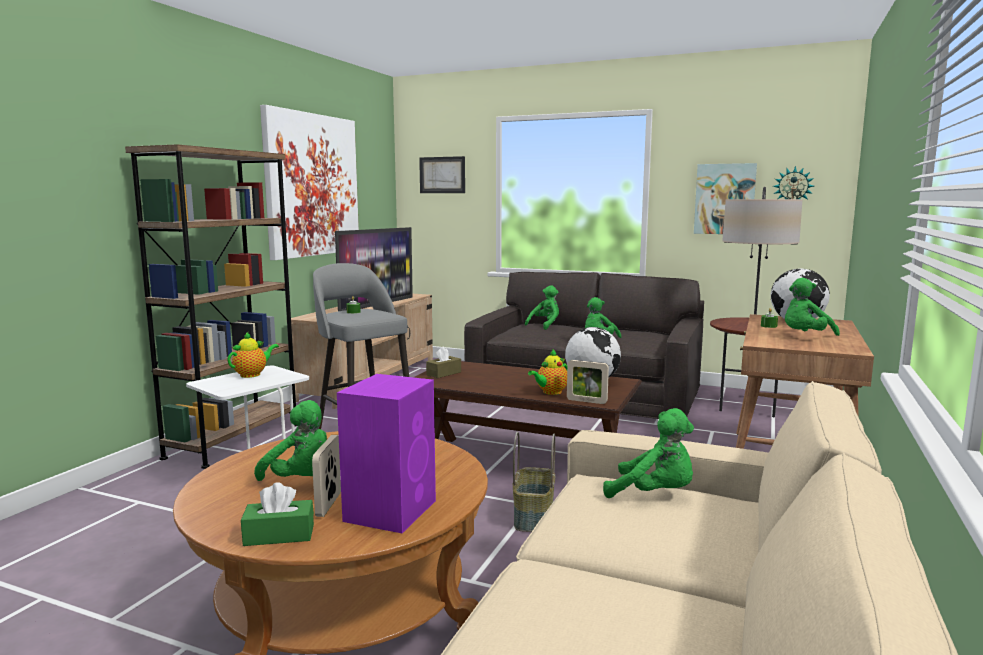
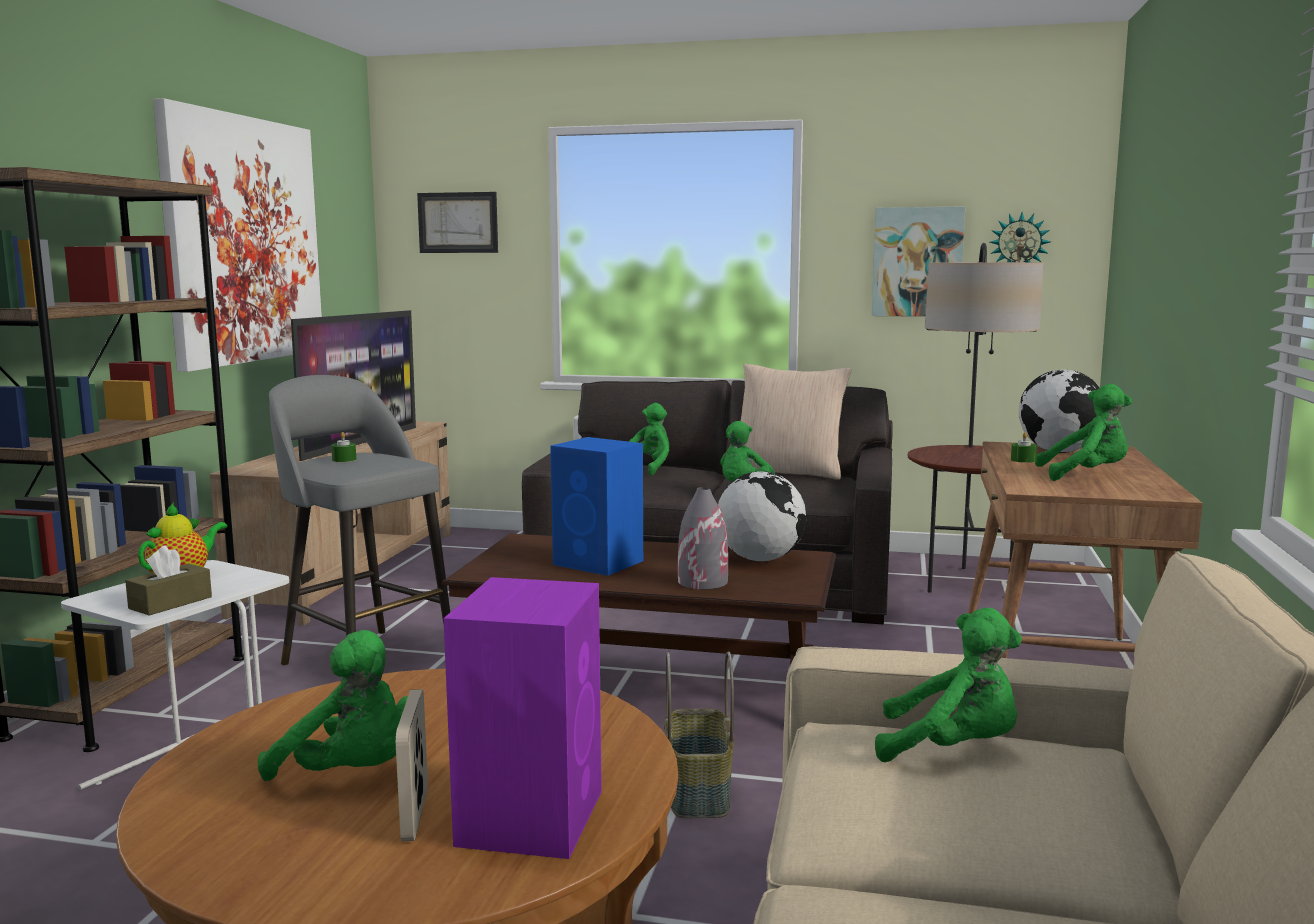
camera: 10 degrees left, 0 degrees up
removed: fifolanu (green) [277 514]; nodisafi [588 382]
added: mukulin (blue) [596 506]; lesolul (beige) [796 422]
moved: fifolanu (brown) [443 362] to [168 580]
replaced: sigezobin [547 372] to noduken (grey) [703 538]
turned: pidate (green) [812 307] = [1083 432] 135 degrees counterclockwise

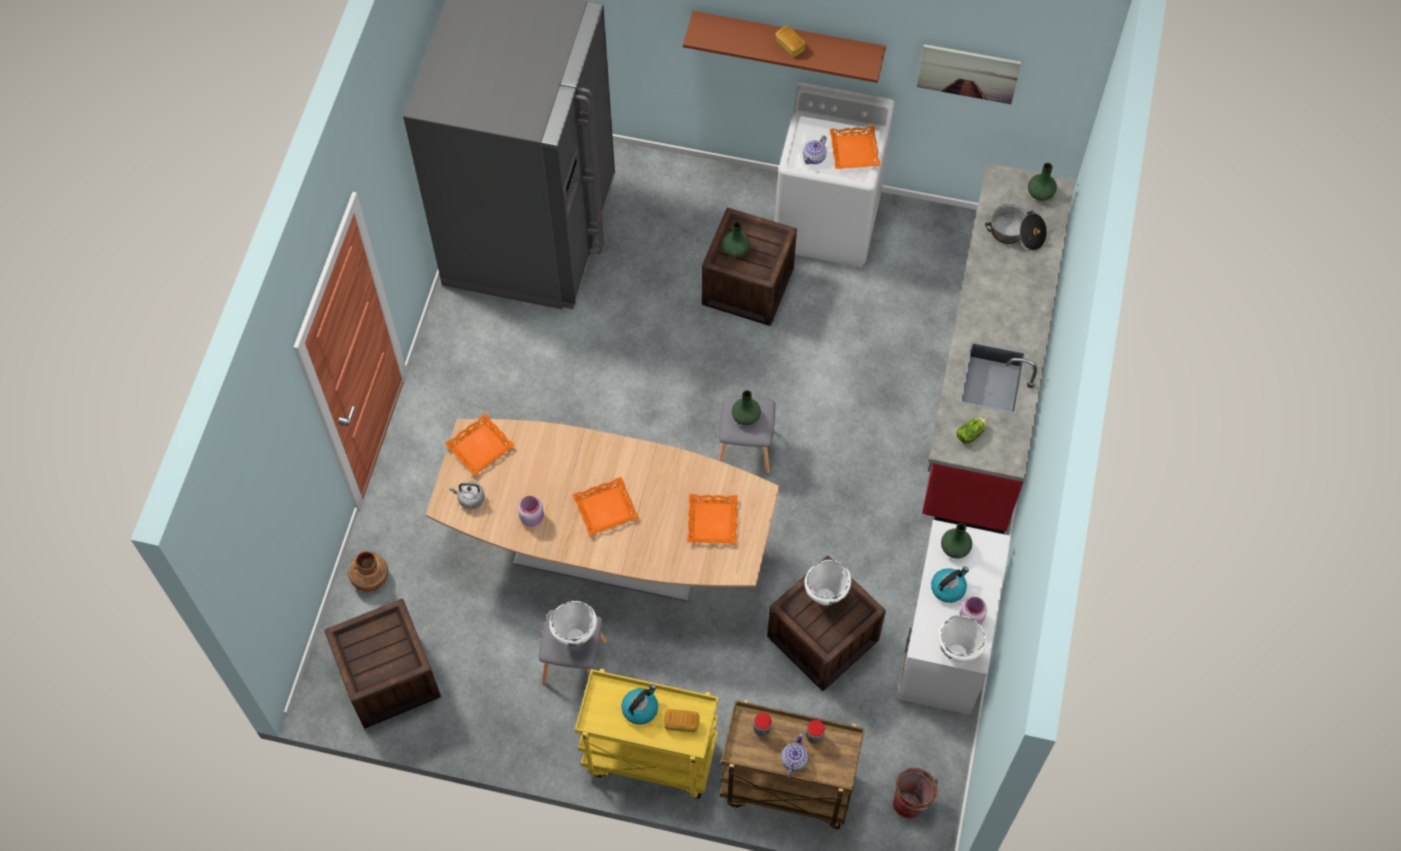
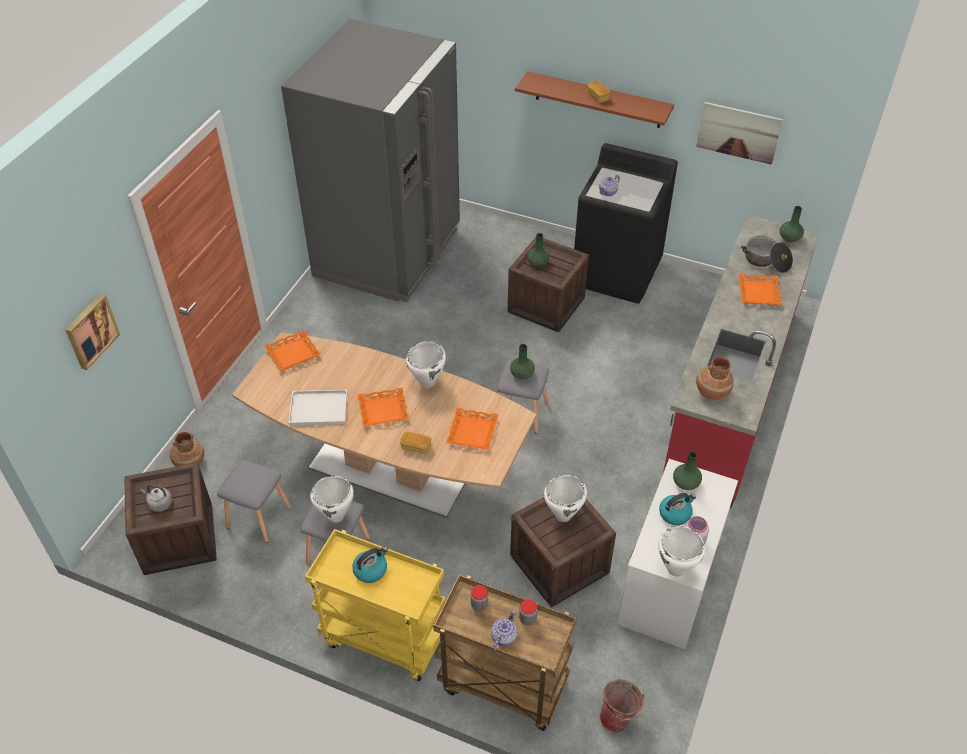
camera: 10 degrees right, 15 degrees down
added: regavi [92 332]; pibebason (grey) [254 501]; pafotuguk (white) [426 364]
moved: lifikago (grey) [467 495] to [156 498]; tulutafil [681 720] to [415 442]; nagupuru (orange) [854 147] to [760 289]
replaced: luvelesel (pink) [531 511] to nagupuru (white) [318 408]; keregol [971 431] to noduken (brown) [715 378]
recoloured: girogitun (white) [835 175] to girogitun (black) [626 223]

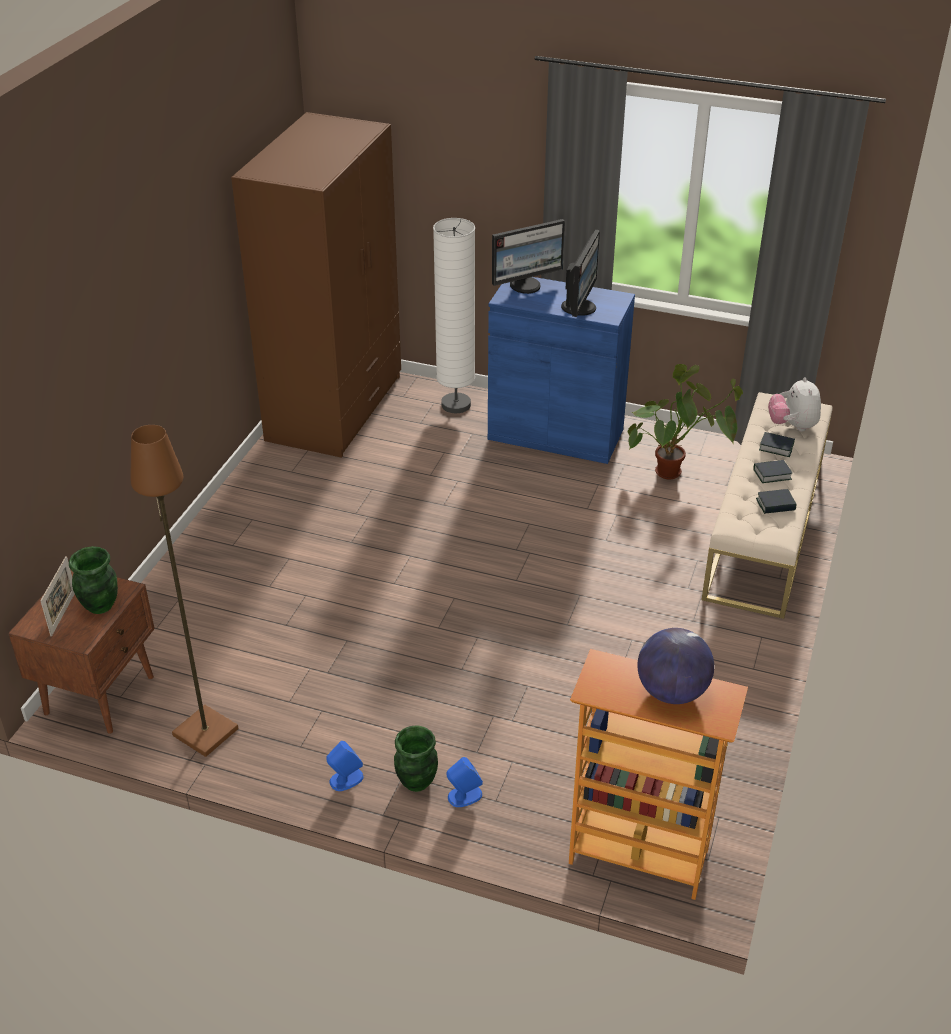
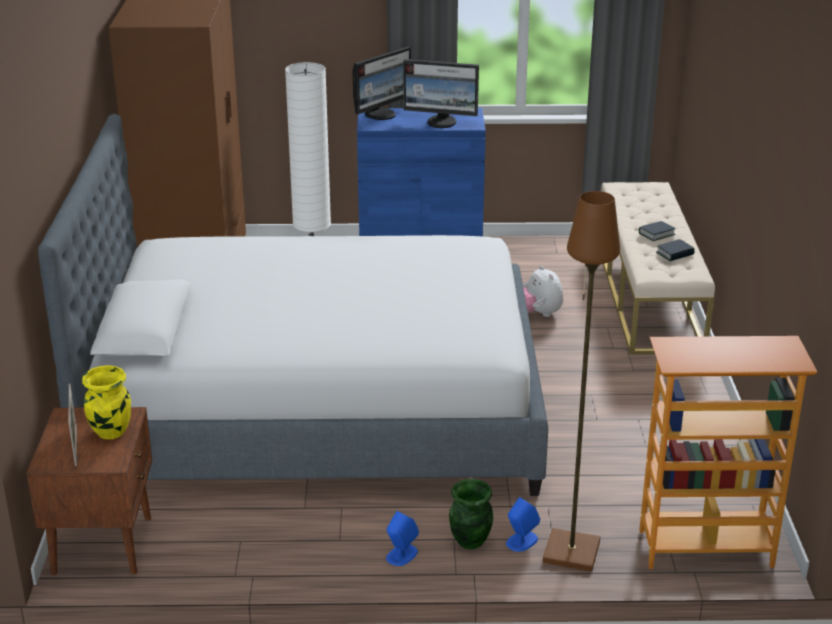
camera: 20 degrees left, 10 degrees down
removed: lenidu [685 421]; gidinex [675 666]; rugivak [777 444]
added: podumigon [293 305]
moved: pidate [794 404] to [543 291]; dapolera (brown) [184 591] to [581 381]
recoloured: noduken (green) [93 580] to noduken (yellow) [106 402]
turned: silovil [580 273] = [441 93] 105 degrees clockwise

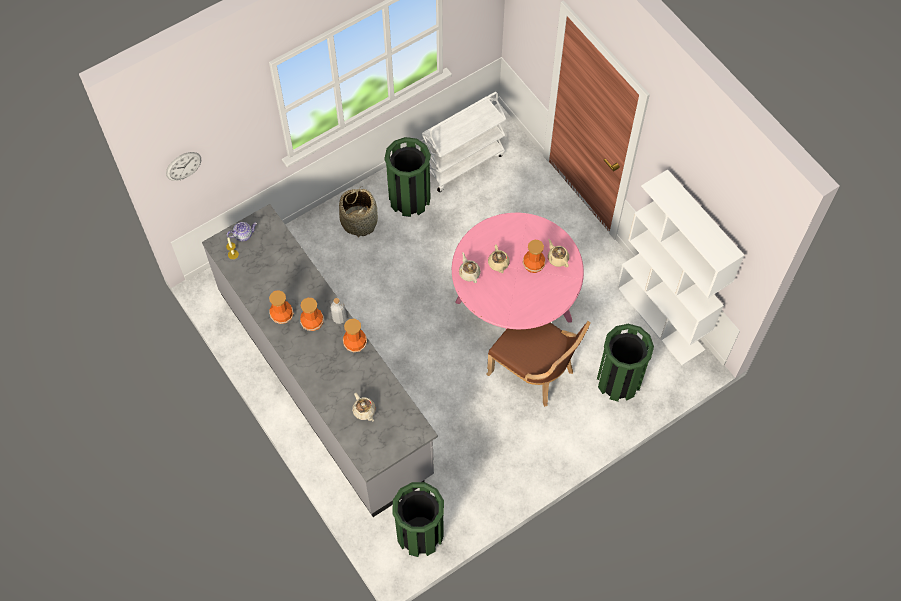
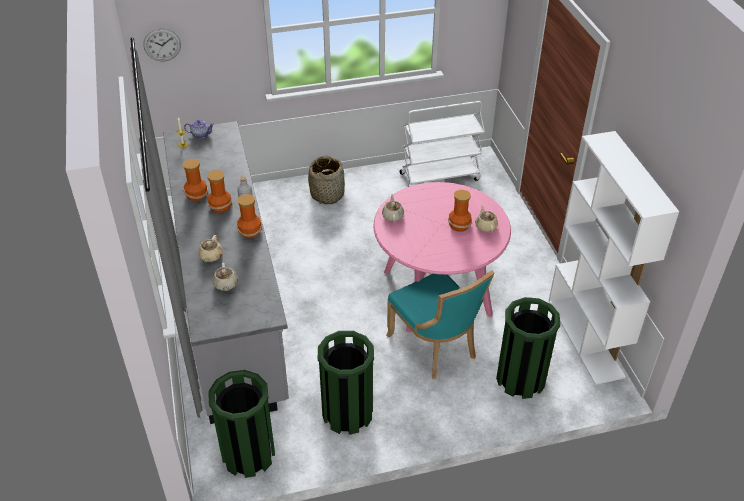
camera: 20 degrees right, 20 degrees down
moved: sigezobin (beige) [499 259] to [210 248]; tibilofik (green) [407 177] to [346 383]
recoloured: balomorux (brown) [538 364] to balomorux (turquoise) [440 324]

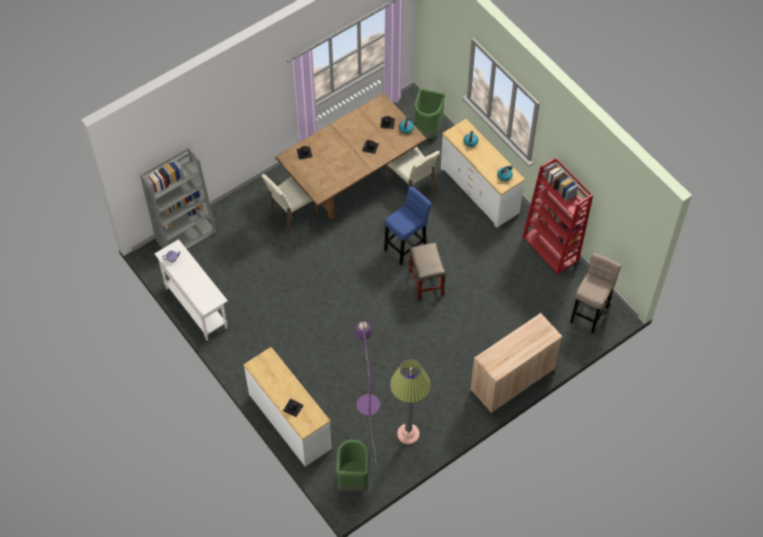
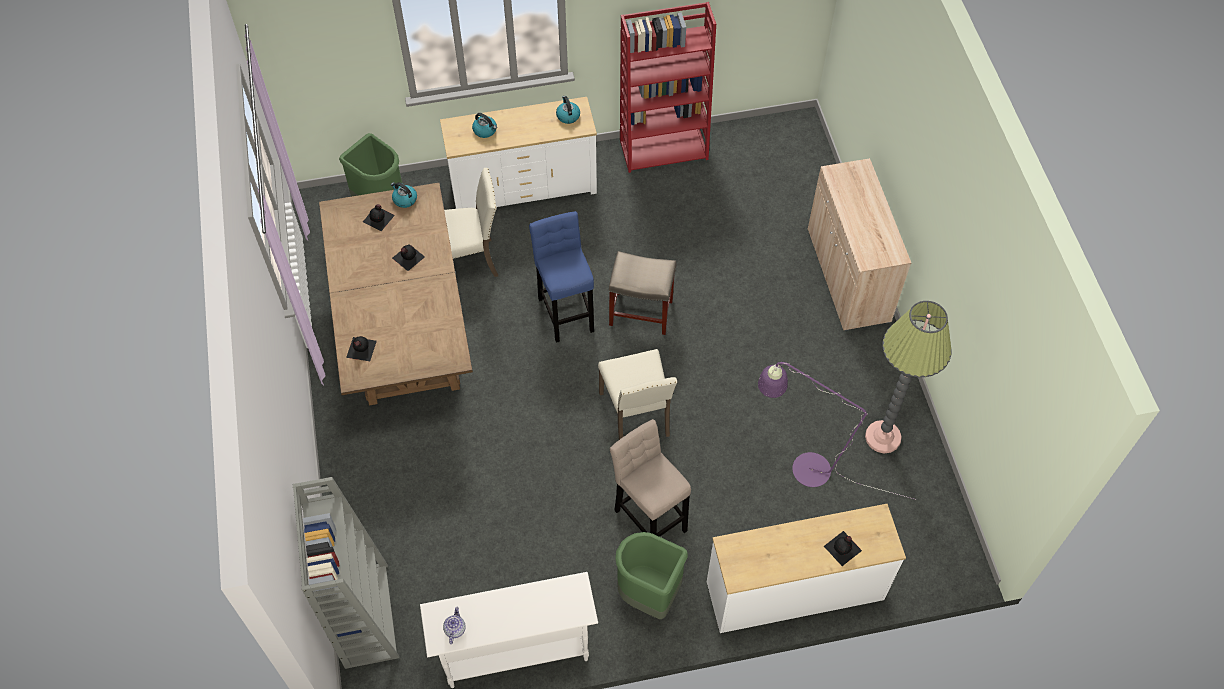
camera: 65 degrees left, 0 degrees up
moved: balomorux (beige) [290 203] to [637 394]; pibebason (beige) [595 293] to [650 478]; tibilofik (green) [352 465] to [651 575]

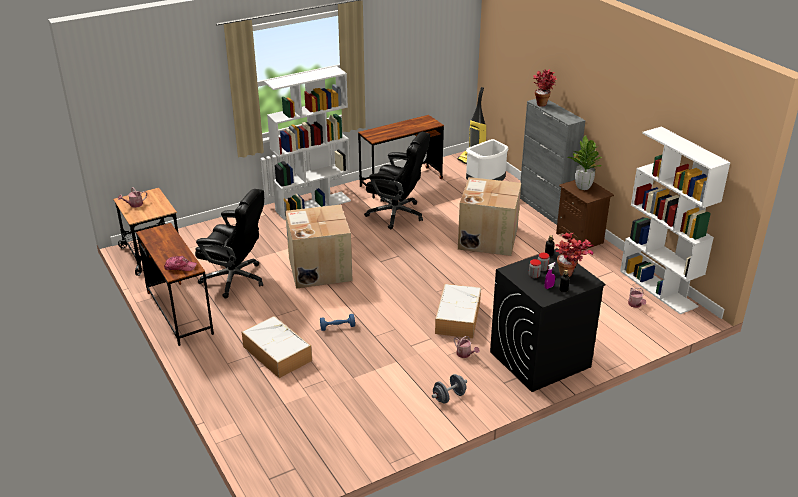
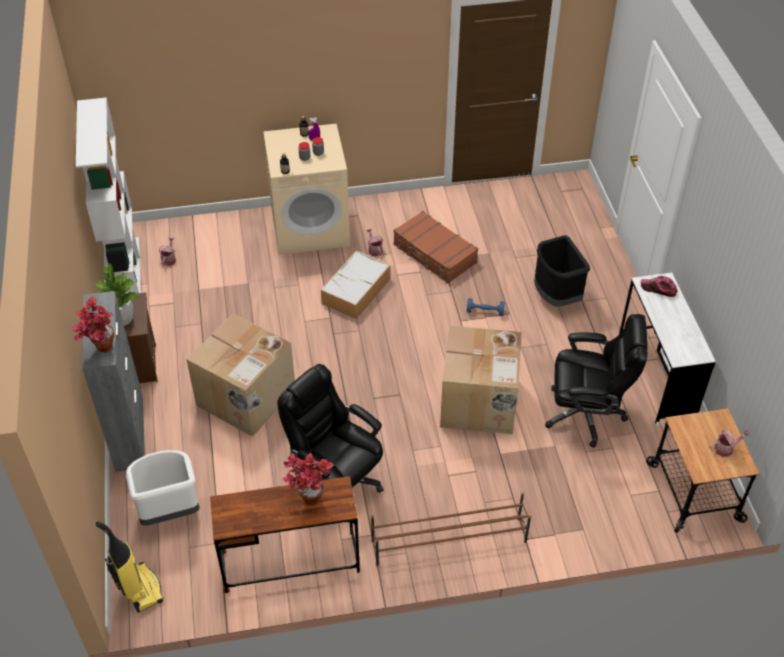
camera: 160 degrees left, 15 degrees up
removed: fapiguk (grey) [449 389]
added: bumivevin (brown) [436 247]
moved: lenidu [574 255] to [308 479]
replaced: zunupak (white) [307 143] to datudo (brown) [451 529]; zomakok [277 347] to tibilofik (black) [562 270]
recoloured: girogitun (black) [548 320] to girogitun (beige) [306 189]; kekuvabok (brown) [175 284] to kekuvabok (white) [667 349]
turned: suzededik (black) [229 244] = [596 381] 150 degrees clockwise

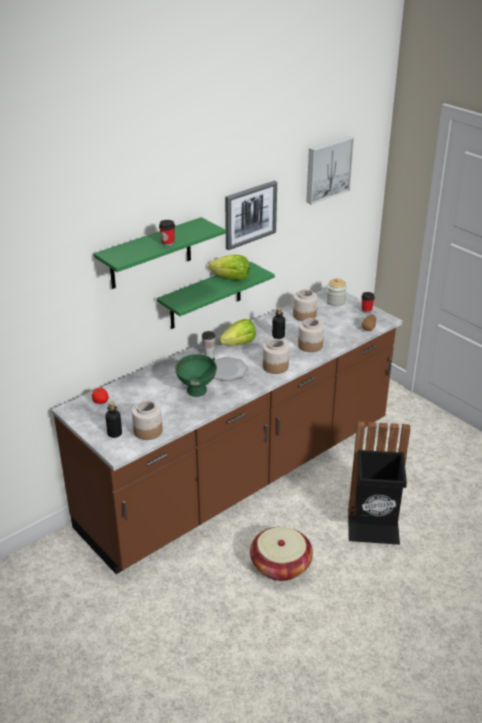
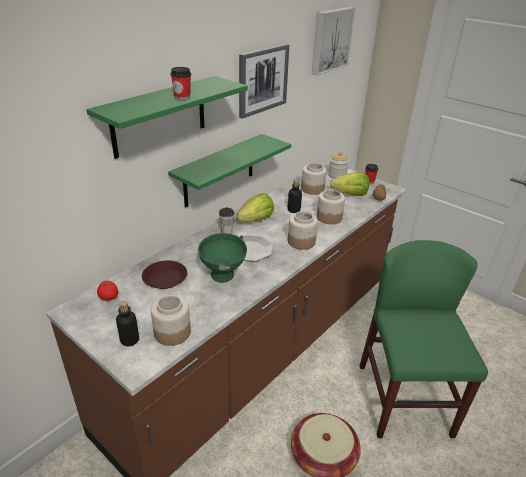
camera: 10 degrees left, 0 degrees up
added: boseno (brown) [164 275]
moved: keregol [229 268] to [349 184]
replaced: tibilofik (black) [379 483] to balomorux (green) [424 339]

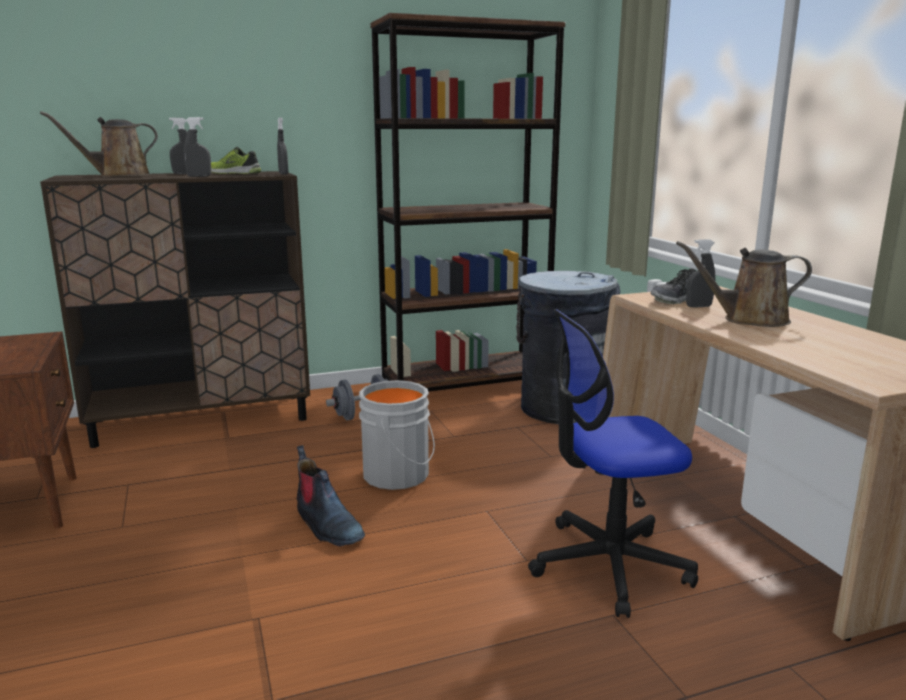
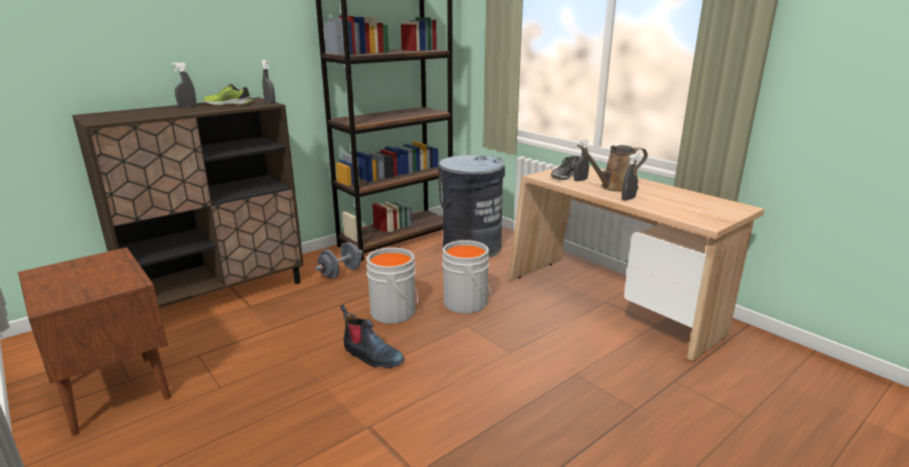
camera: 20 degrees left, 5 degrees up
removed: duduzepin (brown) [99 144]; suzededik [613 463]
added: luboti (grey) [466 277]
moved: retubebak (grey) [197 147] to [630 177]

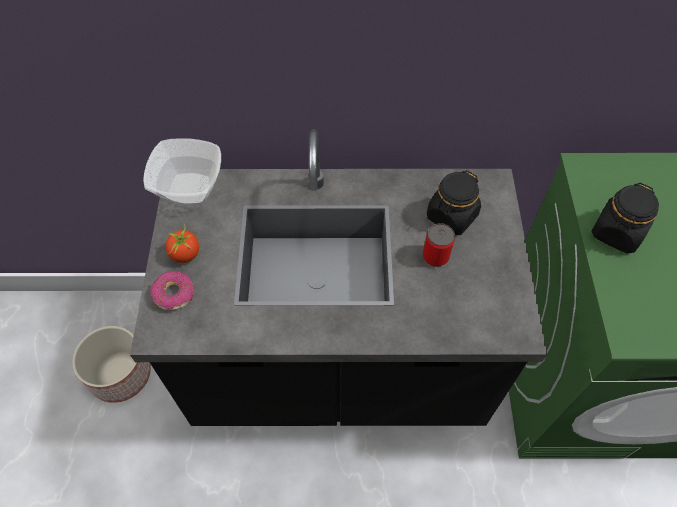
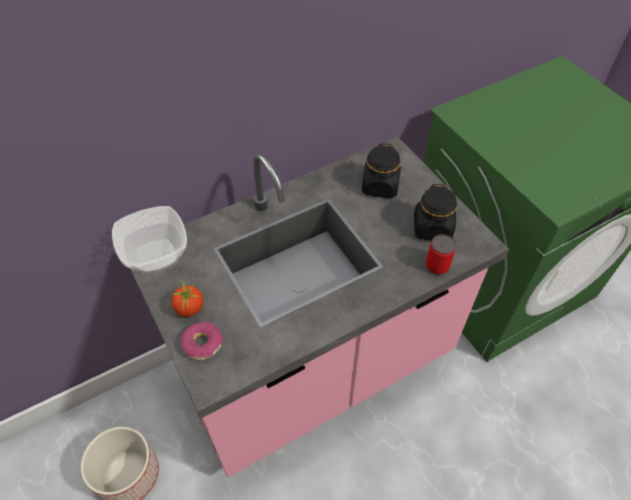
camera: 30 degrees left, 5 degrees down
moved: luvelesel (black) [625 218] to [435 212]; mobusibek [439 245] to [441 254]
recoloured: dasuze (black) [338 277] to dasuze (pink) [320 307]

